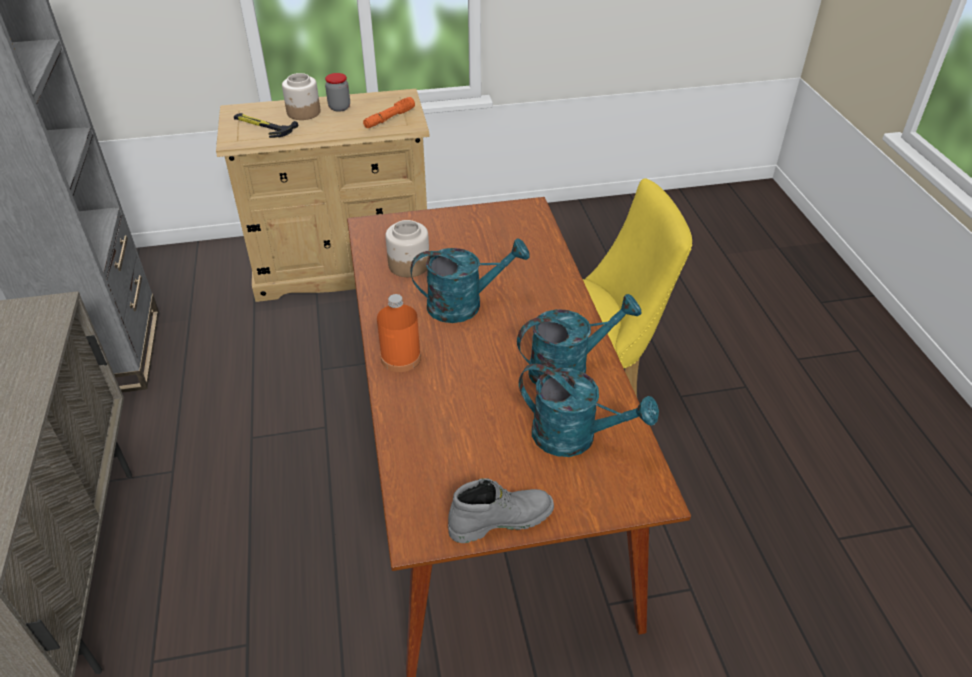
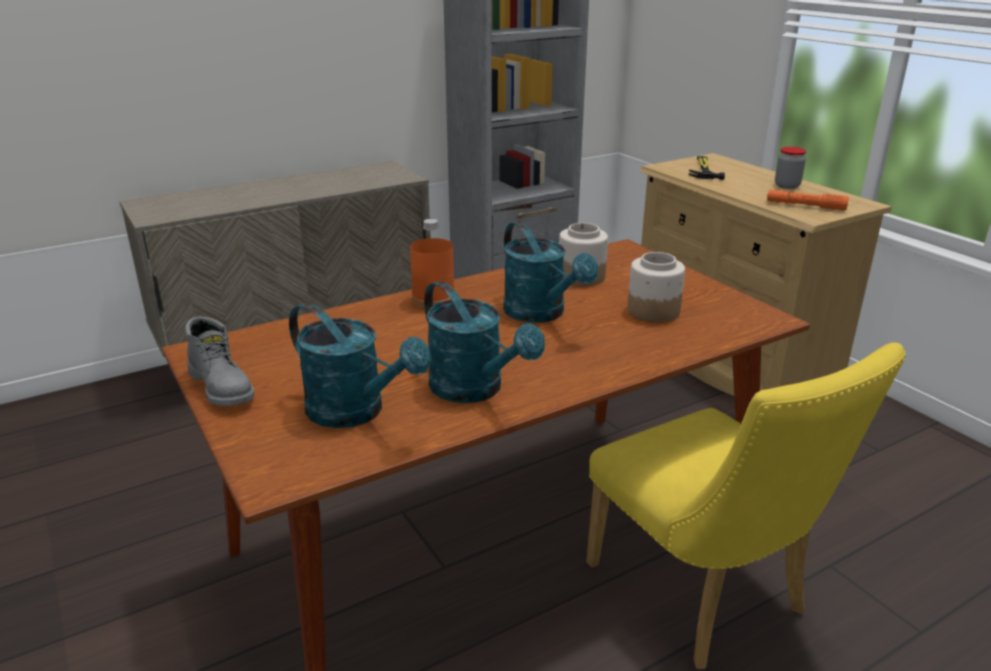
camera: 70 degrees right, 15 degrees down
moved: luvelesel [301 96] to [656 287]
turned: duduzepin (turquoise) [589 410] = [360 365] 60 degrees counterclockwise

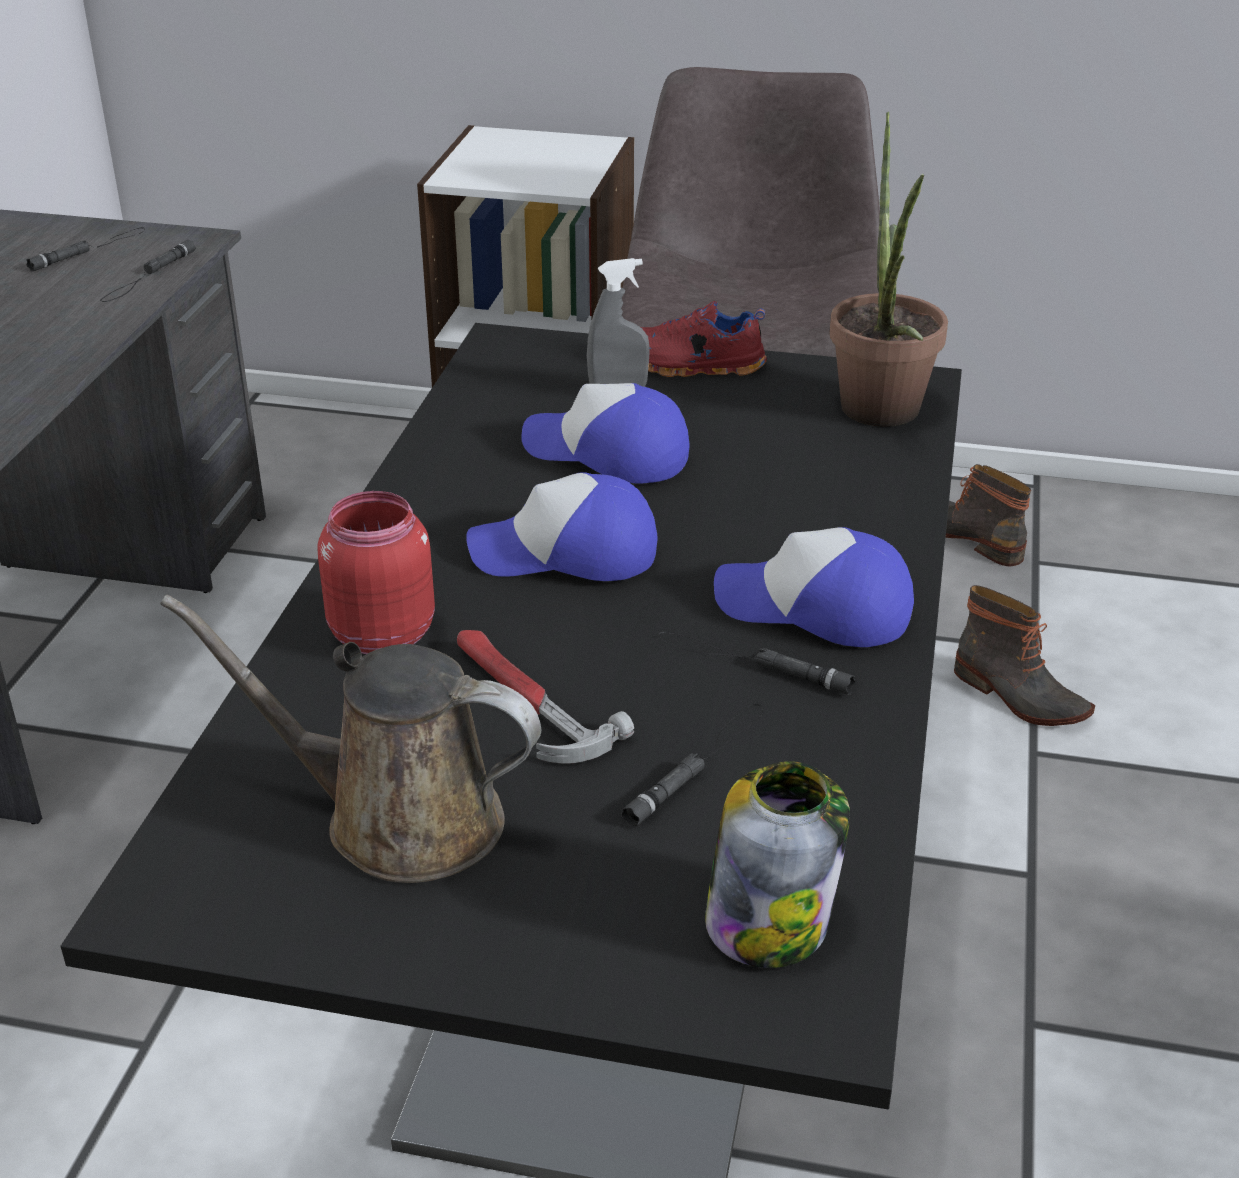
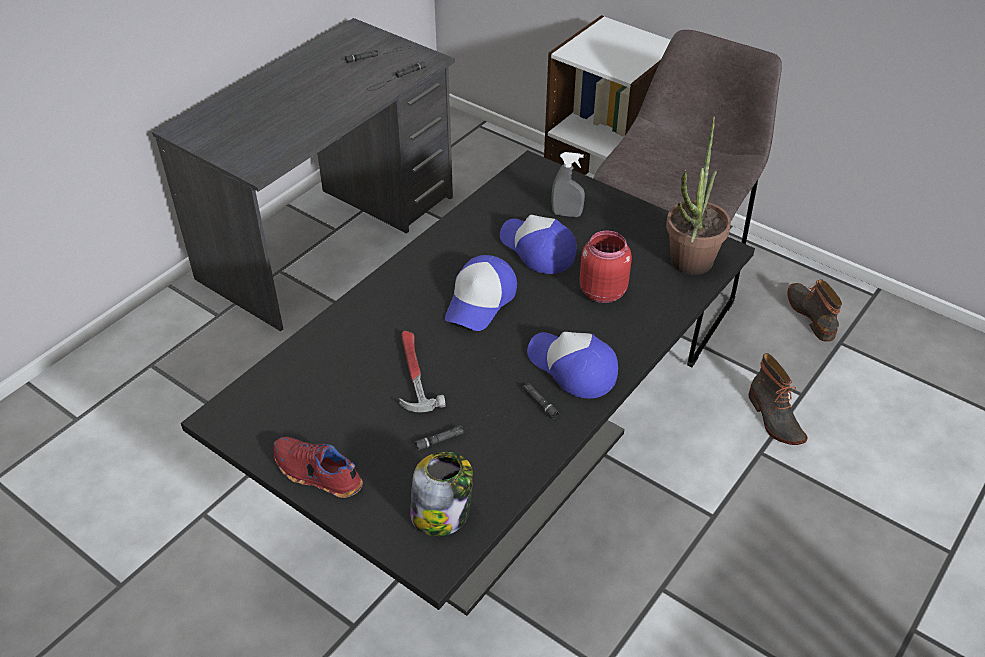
camera: 25 degrees right, 10 degrees up
removed: duduzepin (brown) [350 739]
moved: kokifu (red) [704 339] to [318 467]; luvelesel (red) [376 572] to [606 267]
turned: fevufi [561 526] = [481 293] 90 degrees counterclockwise

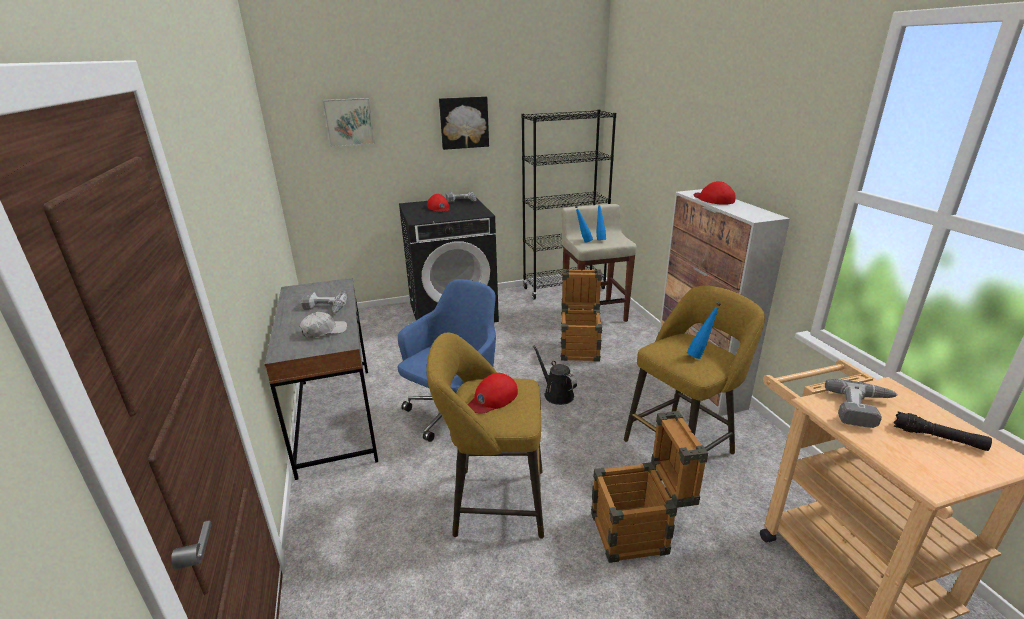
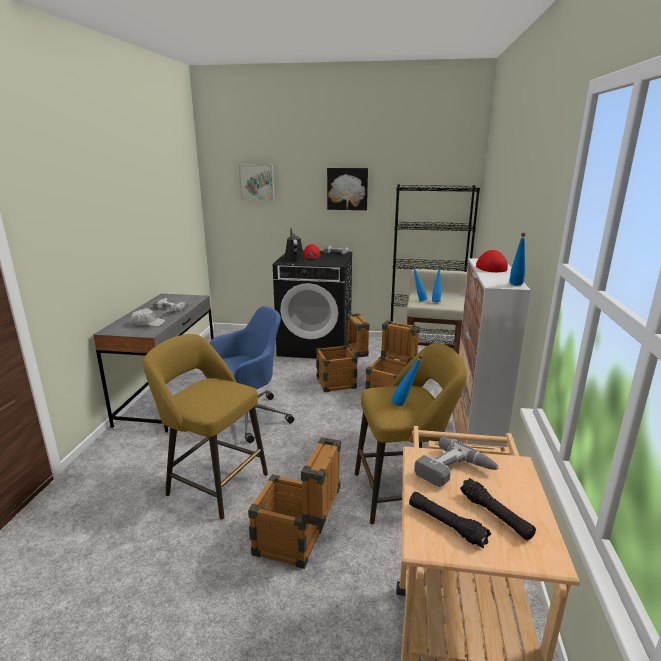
camera: 25 degrees right, 5 degrees down
removed: fevufi (red) [493 393]
added: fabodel [343 352]; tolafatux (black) [450 520]; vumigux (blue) [518 259]
moved: duduzepin (black) [555 375] to [294 245]

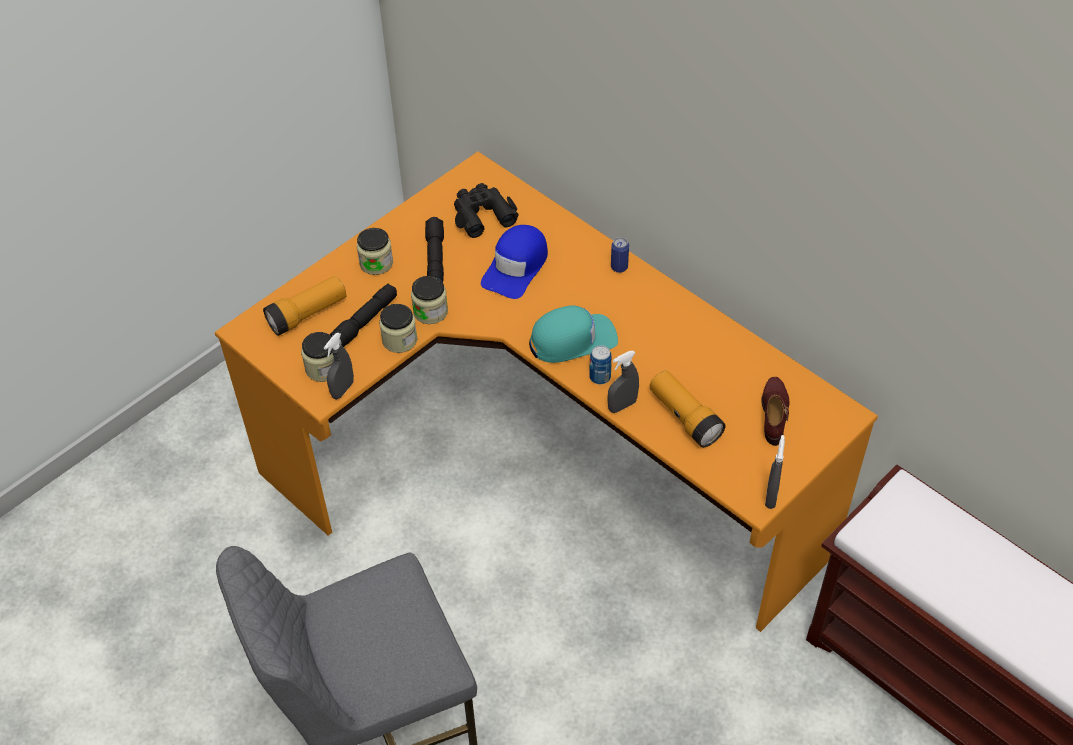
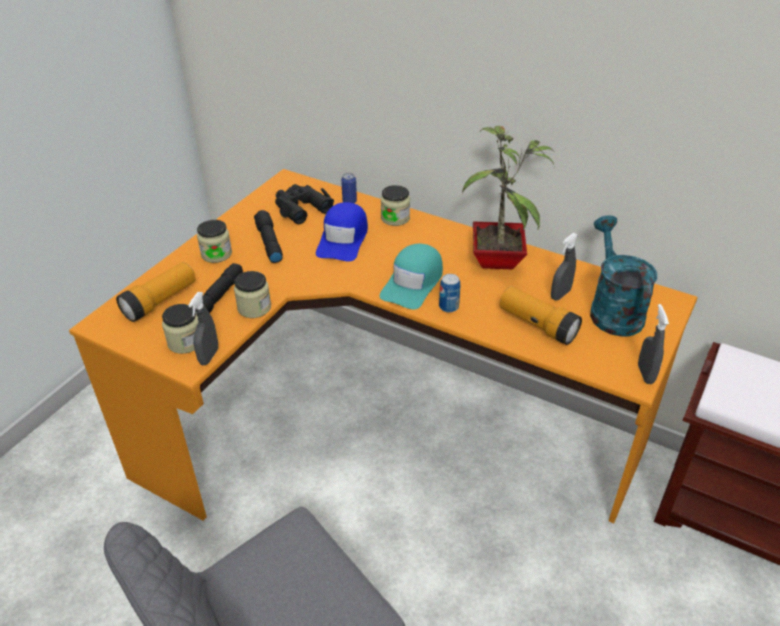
camera: 15 degrees left, 10 degrees down
added: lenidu [508 197]
moved: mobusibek [620 255] to [349 188]; luvelesel [429 300] to [395 205]; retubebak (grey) [623 382] to [564 266]
replaced: kokifu (brown) [775 411] to duduzepin (turquoise) [623 276]
turned: fevufi (turquoise) [573 334] = [411 276] 150 degrees clockwise

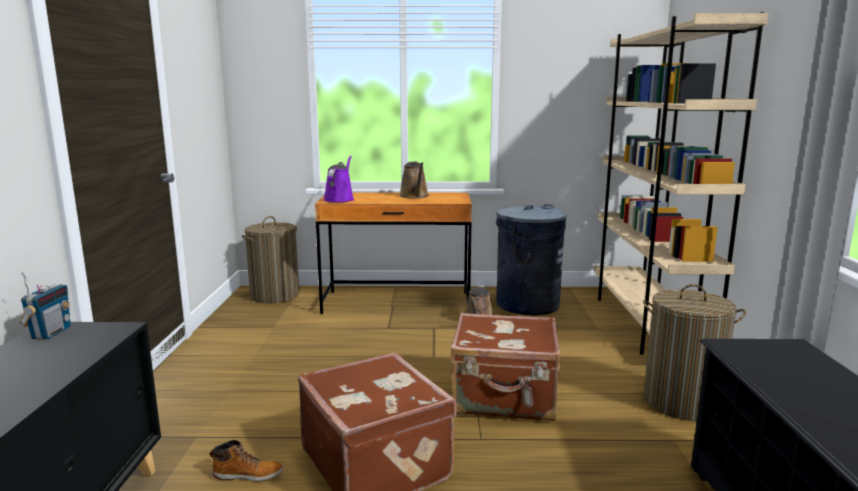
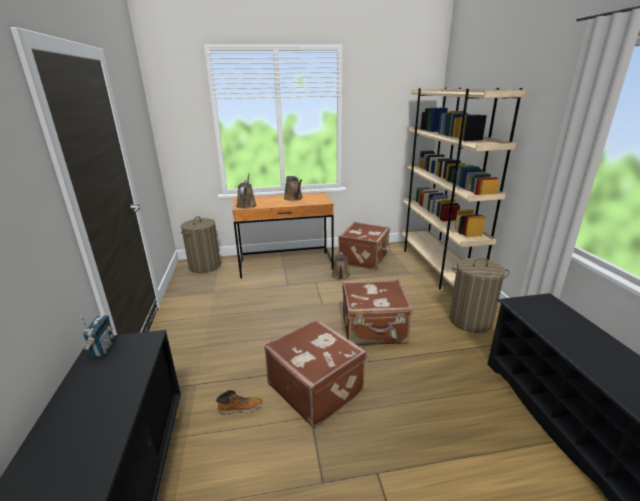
camera: 10 degrees left, 10 degrees up
replaced: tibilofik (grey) [531 260] to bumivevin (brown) [364 246]
recoloured: duduzepin (purple) [338 179] to duduzepin (brown) [246 191]

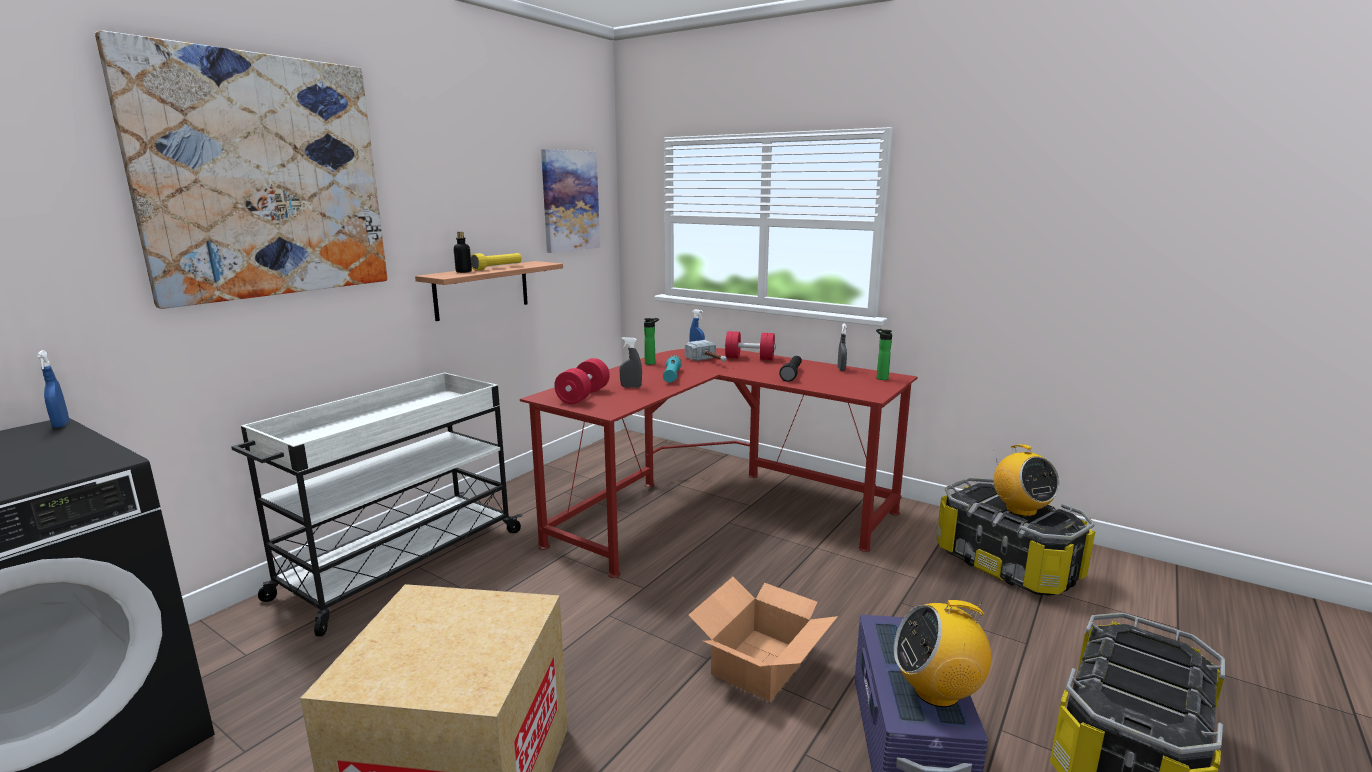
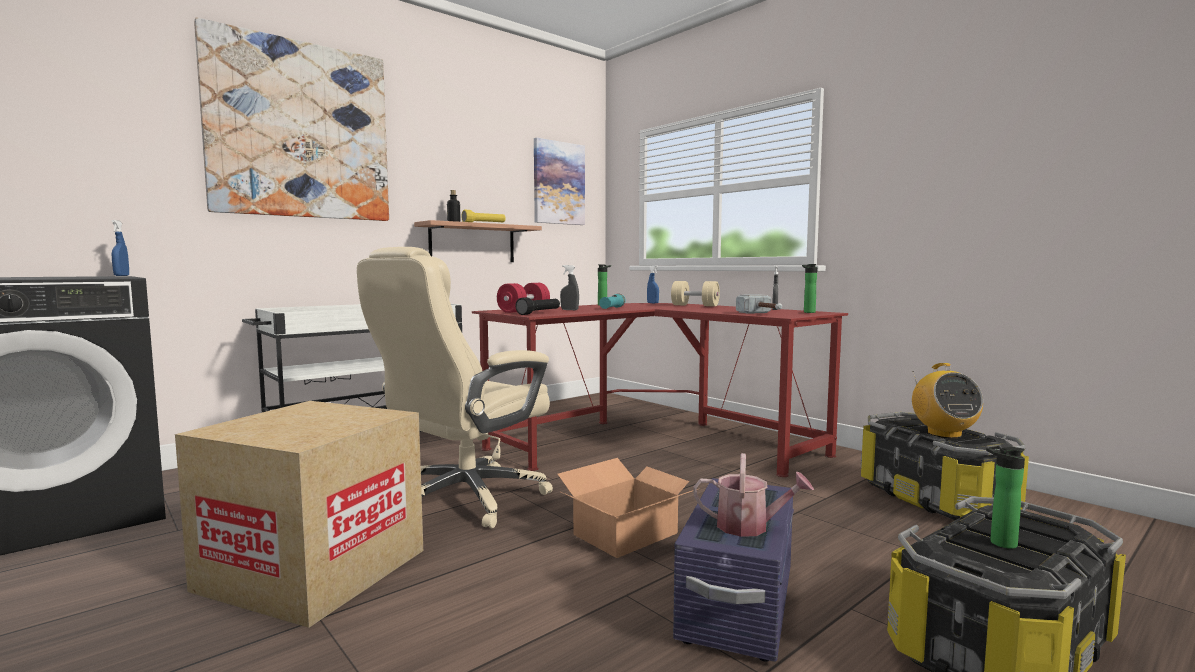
camera: 15 degrees right, 10 degrees down
added: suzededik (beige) [455 388]; vumigux [1005 498]
moved: tolafatux (black) [790 369] to [537 306]; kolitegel [706 351] to [759 304]
replaced: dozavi [942 653] to duduzepin [753 495]
recoloured: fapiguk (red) [750 345] to fapiguk (beige) [695 293]

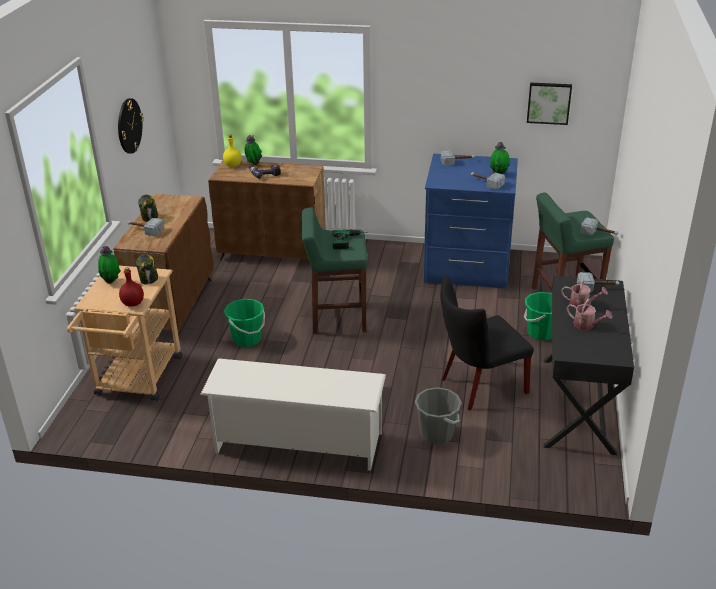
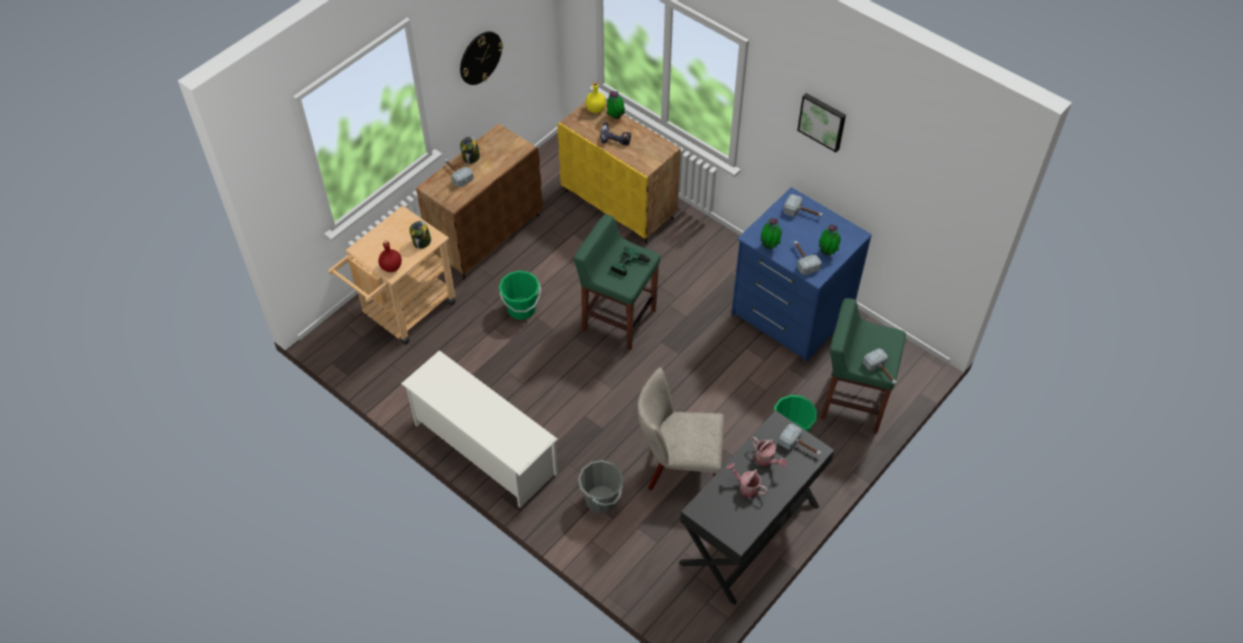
camera: 30 degrees right, 20 degrees up
moved: lenidu [109 265] to [771 233]; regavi [549 104] to [821 122]
recoloured: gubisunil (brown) [267 210] to gubisunil (yellow) [619 172]; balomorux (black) [487 342] to balomorux (beige) [680 428]
turned: duduzepin [589 314] = [747 480] 150 degrees clockwise

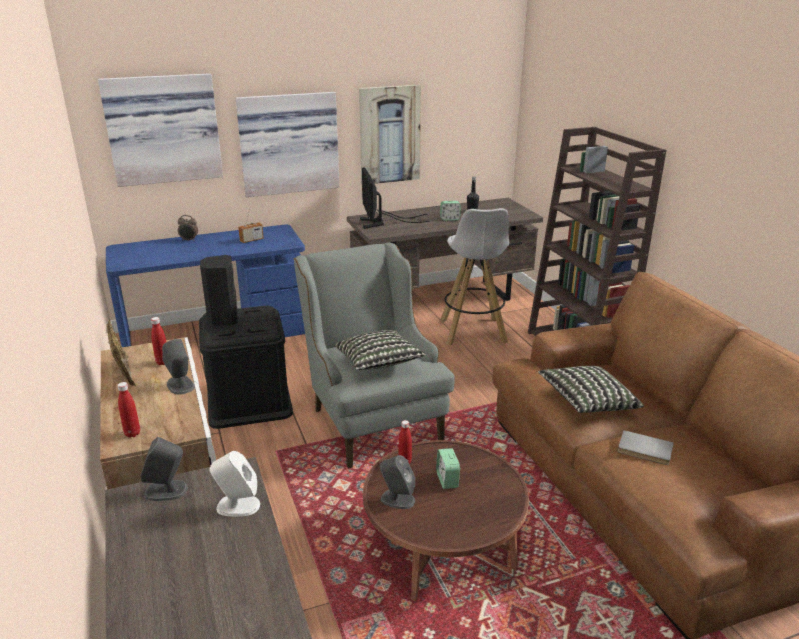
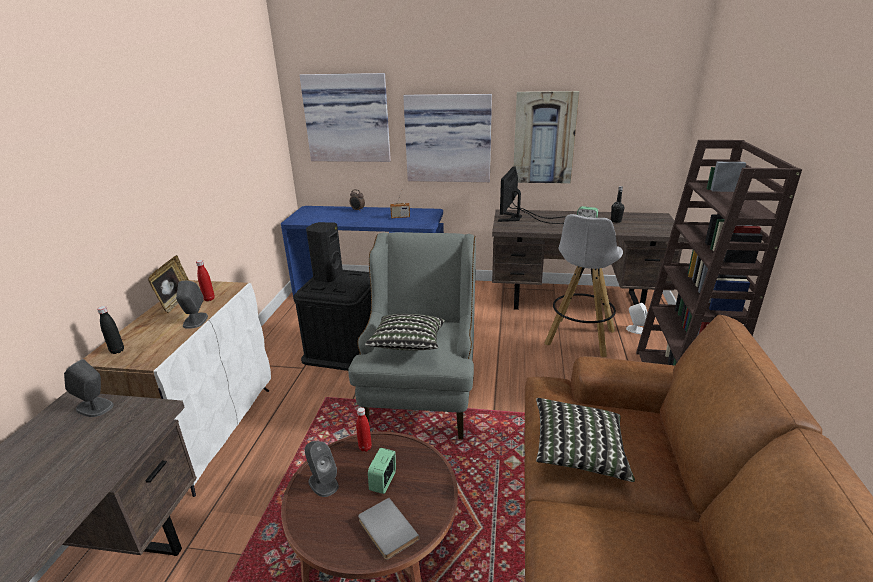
camera: 30 degrees right, 0 degrees up
moved: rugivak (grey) [646 447] to [388 529]; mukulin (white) [235 484] to [637 318]
recoloured: vumigux (red) [128 410] to vumigux (black) [110 330]

